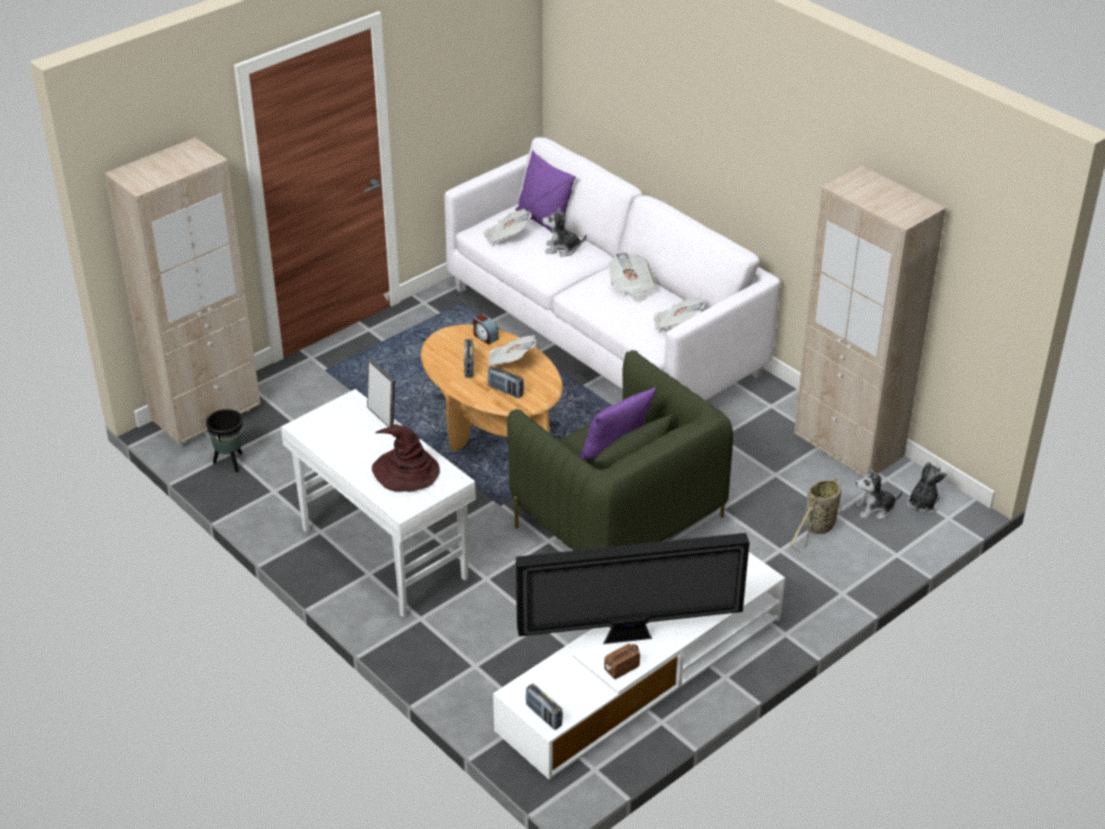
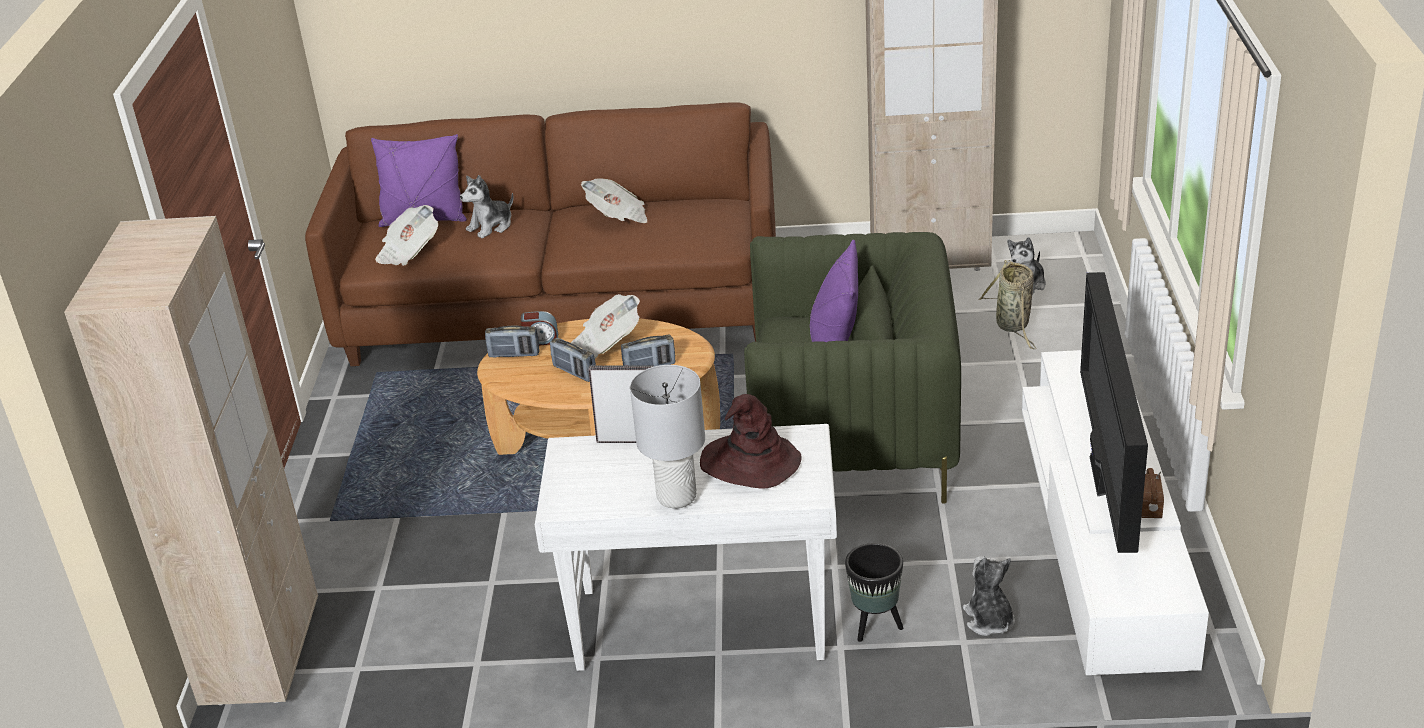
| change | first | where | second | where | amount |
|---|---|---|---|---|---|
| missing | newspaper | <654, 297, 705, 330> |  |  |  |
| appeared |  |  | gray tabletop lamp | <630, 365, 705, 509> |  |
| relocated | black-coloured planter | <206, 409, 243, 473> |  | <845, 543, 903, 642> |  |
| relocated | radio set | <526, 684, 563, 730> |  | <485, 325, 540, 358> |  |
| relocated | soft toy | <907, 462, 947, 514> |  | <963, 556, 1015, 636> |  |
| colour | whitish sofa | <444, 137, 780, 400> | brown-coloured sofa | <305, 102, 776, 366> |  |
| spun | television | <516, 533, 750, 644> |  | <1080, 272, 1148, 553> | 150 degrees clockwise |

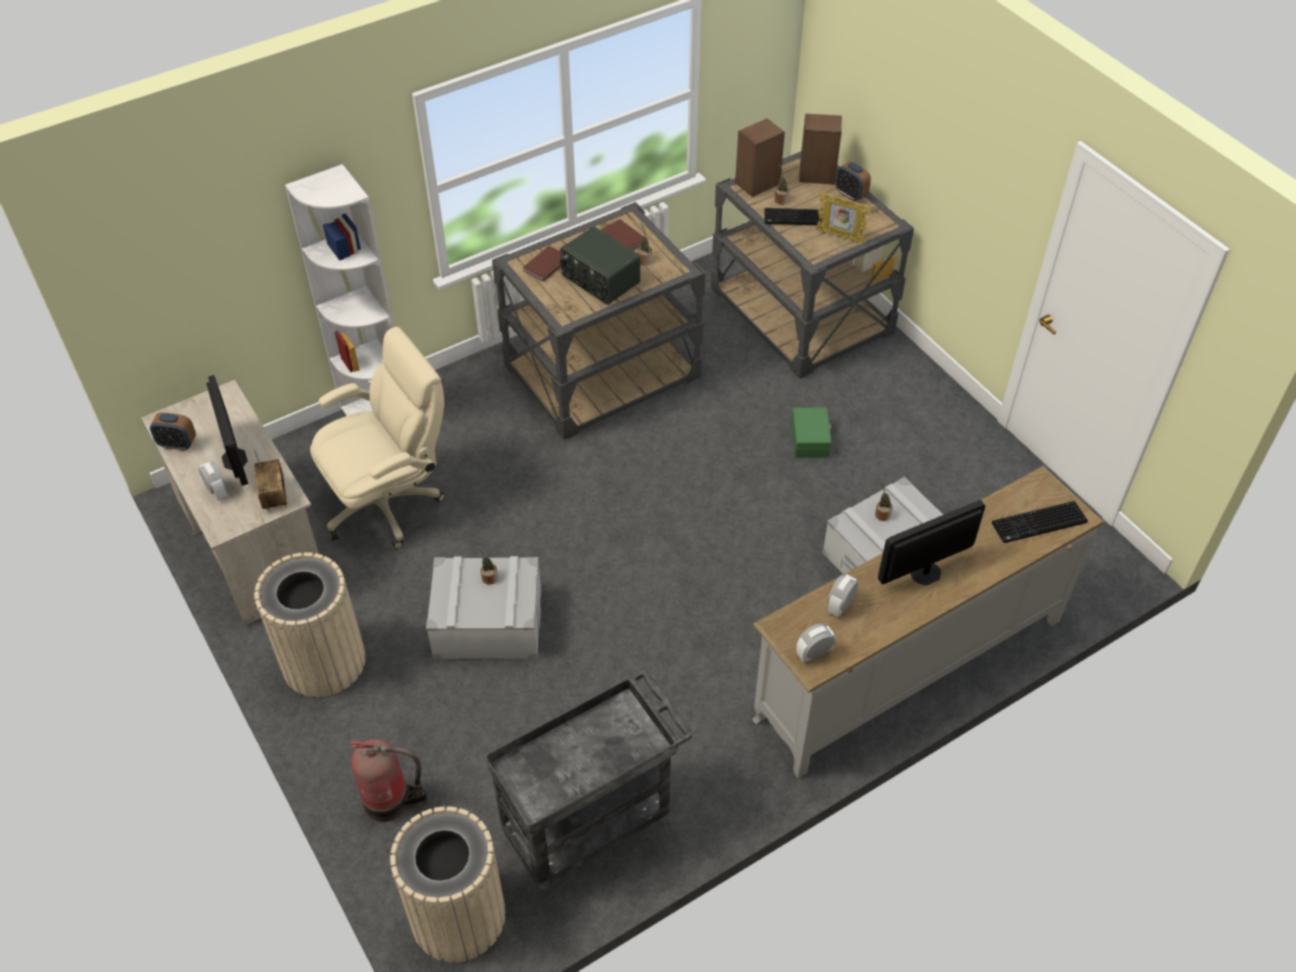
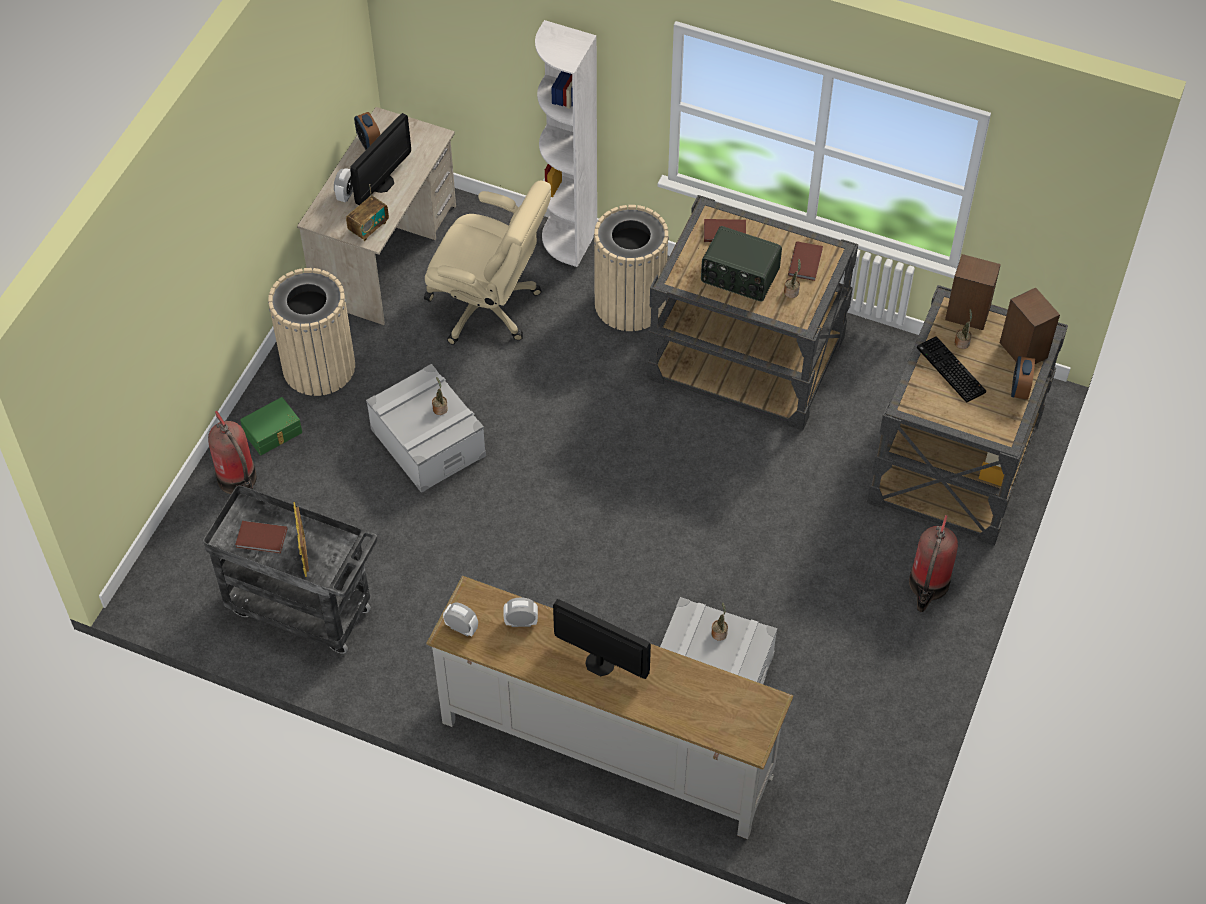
| change | first | where | second | where | amount |
|---|---|---|---|---|---|
| missing | keyboard | <992, 501, 1088, 543> |  |  |  |
| appeared |  |  | brown-coloured bound book | <235, 521, 287, 554> |  |
| appeared |  |  | extinguisher | <909, 515, 958, 612> |  |
| relocated | sand-coloured trash can | <390, 806, 506, 962> |  | <593, 205, 669, 331> |  |
| relocated | green-coloured storage box | <791, 407, 832, 458> |  | <240, 397, 302, 455> |  |
| relocated | standing frame | <816, 193, 870, 244> |  | <293, 502, 309, 577> |  |
| spun | radio set | <560, 226, 640, 305> |  | <701, 226, 782, 302> | 75 degrees counterclockwise |

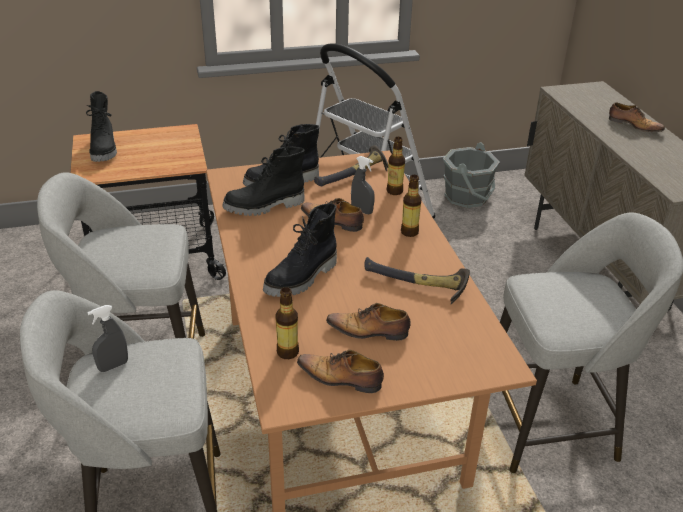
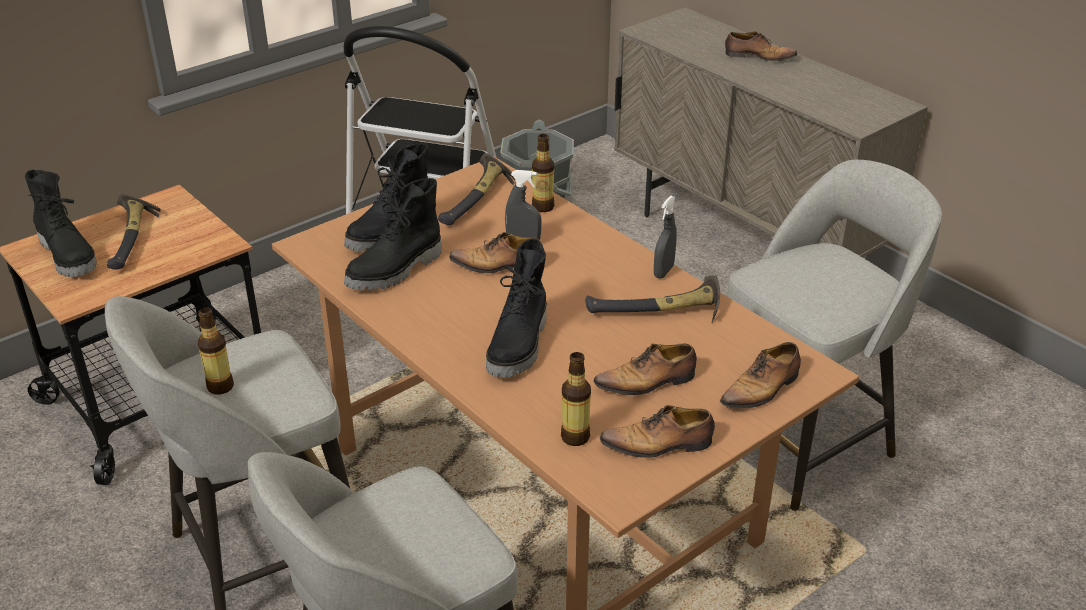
| change | first | where | second | where | amount |
|---|---|---|---|---|---|
| appeared |  |  | tool hammer | <107, 193, 161, 270> |  |
| appeared |  |  | item of footwear | <720, 342, 801, 409> |  |
| relocated | gray hand sprayer | <87, 305, 128, 372> |  | <654, 195, 677, 278> |  |
| relocated | drink bottle | <401, 175, 422, 237> |  | <198, 307, 234, 395> |  |

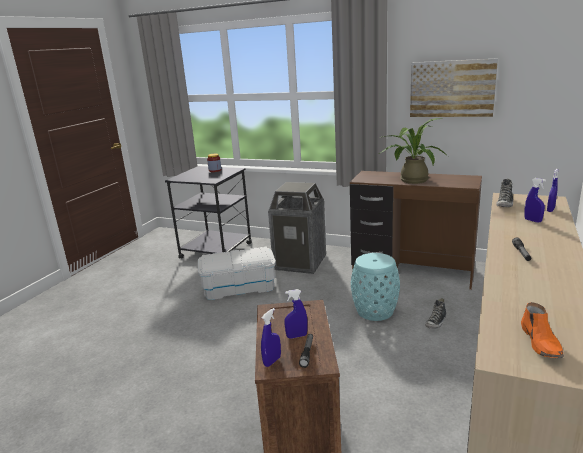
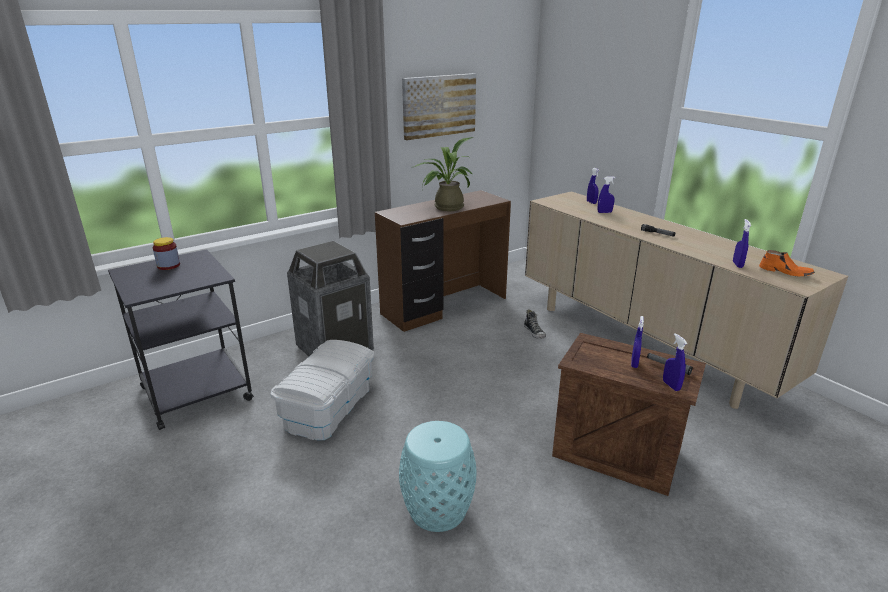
| change | first | where | second | where | amount |
|---|---|---|---|---|---|
| missing | item of footwear | <496, 179, 513, 207> |  |  |  |
| appeared |  |  | blue hand sprayer | <733, 219, 751, 268> |  |
| relocated | turquoise-coloured sitting stool | <351, 253, 400, 321> |  | <399, 421, 476, 532> |  |

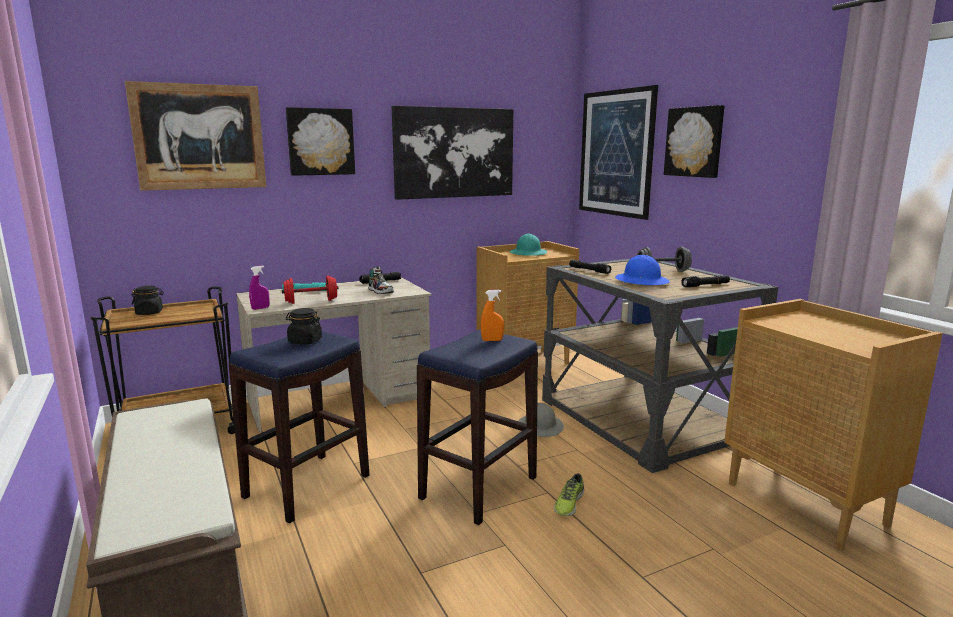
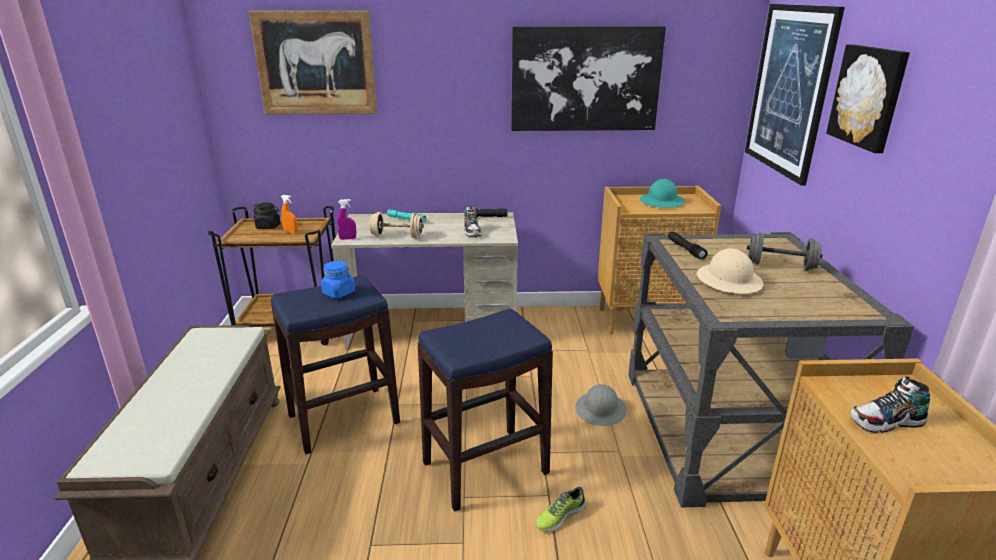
| change | first | where | second | where | amount |
|---|---|---|---|---|---|
| missing | wall art | <286, 107, 355, 176> |  |  |  |
| missing | black-coloured flashlight | <681, 275, 730, 287> |  |  |  |
| appeared |  |  | item of footwear | <851, 376, 930, 433> |  |
| relocated | orange hand sprayer | <481, 290, 504, 341> |  | <281, 195, 298, 234> |  |
| colour | reddish dumbbell | <282, 276, 338, 304> | sand-coloured dumbbell | <370, 212, 424, 238> |  |
| colour | black-coloured jar | <286, 308, 322, 344> | blue jar | <321, 261, 355, 298> |  |
| colour | blue safety helmet | <615, 255, 670, 285> | sand-coloured safety helmet | <697, 248, 764, 294> |  |

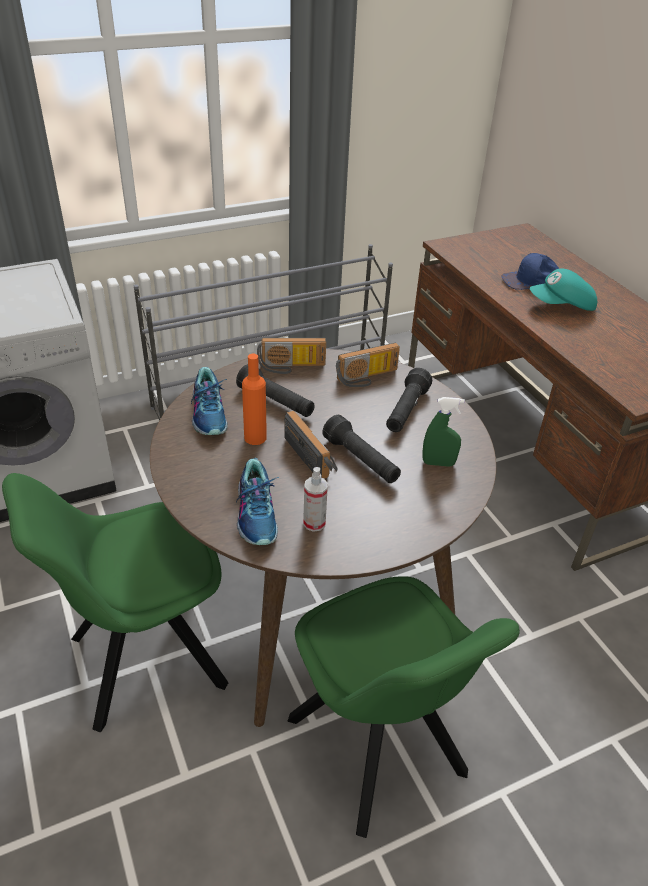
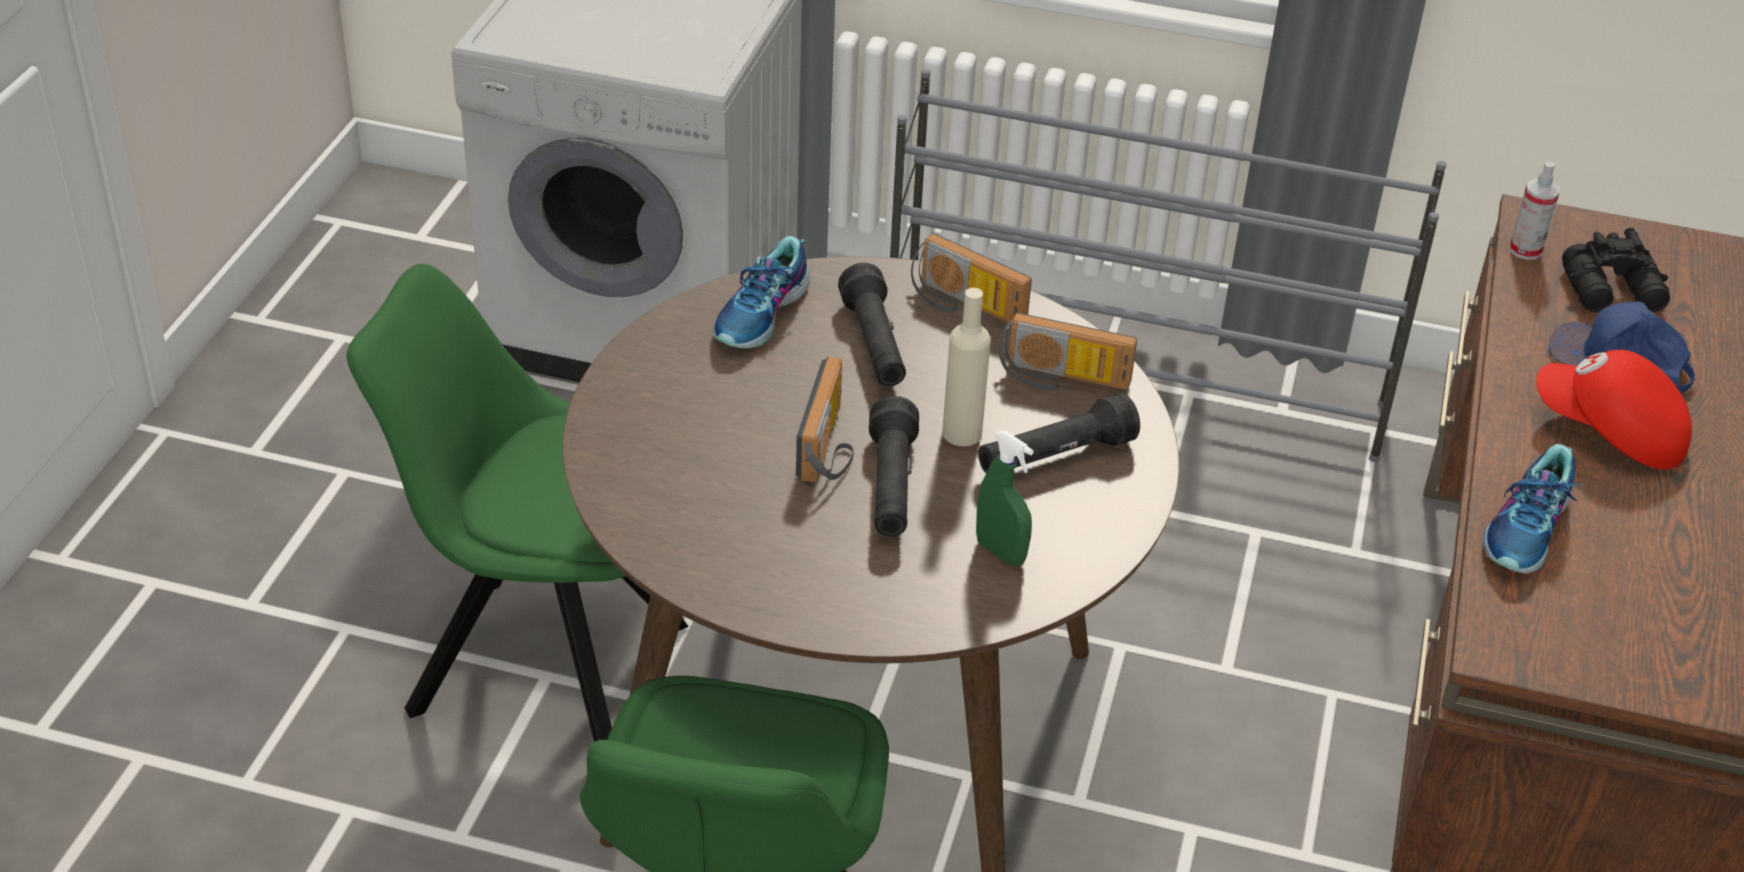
| change | first | where | second | where | amount |
|---|---|---|---|---|---|
| missing | orange drink bottle | <242, 354, 267, 445> |  |  |  |
| appeared |  |  | sand-coloured drink bottle | <942, 288, 991, 446> |  |
| appeared |  |  | black-coloured pair of binoculars | <1562, 227, 1670, 312> |  |
| relocated | item of footwear | <236, 458, 279, 545> |  | <1483, 444, 1585, 573> |  |
| relocated | hand sprayer | <303, 467, 328, 532> |  | <1510, 161, 1560, 260> |  |
| colour | turquoise-coloured cap | <530, 269, 597, 311> | reddish cap | <1536, 350, 1692, 469> |  |

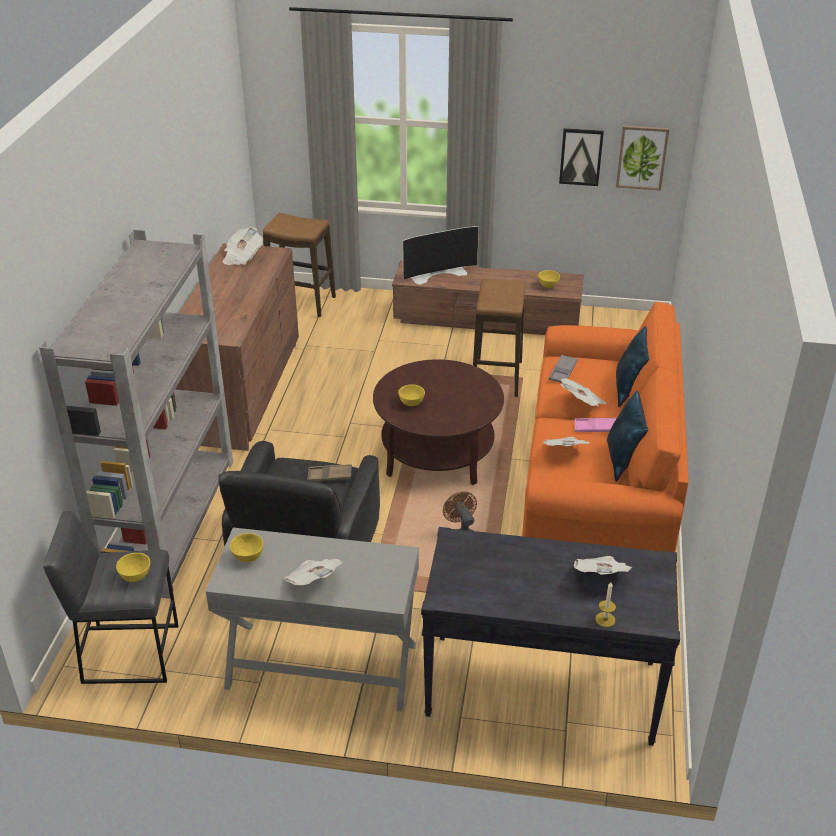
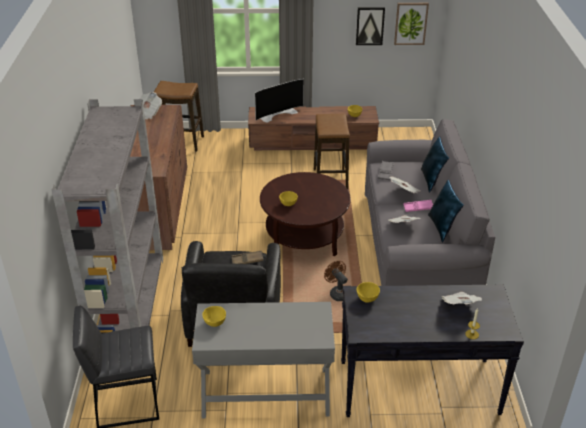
| change | first | where | second | where | amount |
|---|---|---|---|---|---|
| missing | newspaper | <284, 559, 343, 585> |  |  |  |
| relocated | yellow deep dish | <116, 553, 150, 582> |  | <356, 282, 380, 303> |  |
| colour | orange sofa | <522, 302, 689, 552> | gray sofa | <365, 119, 495, 286> |  |

